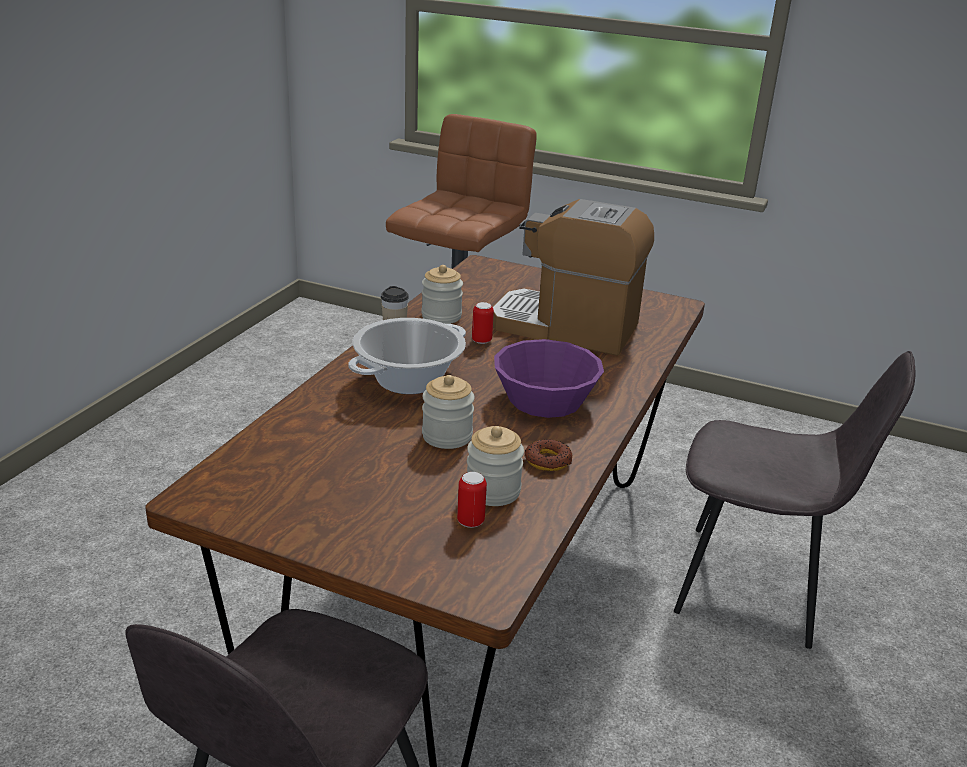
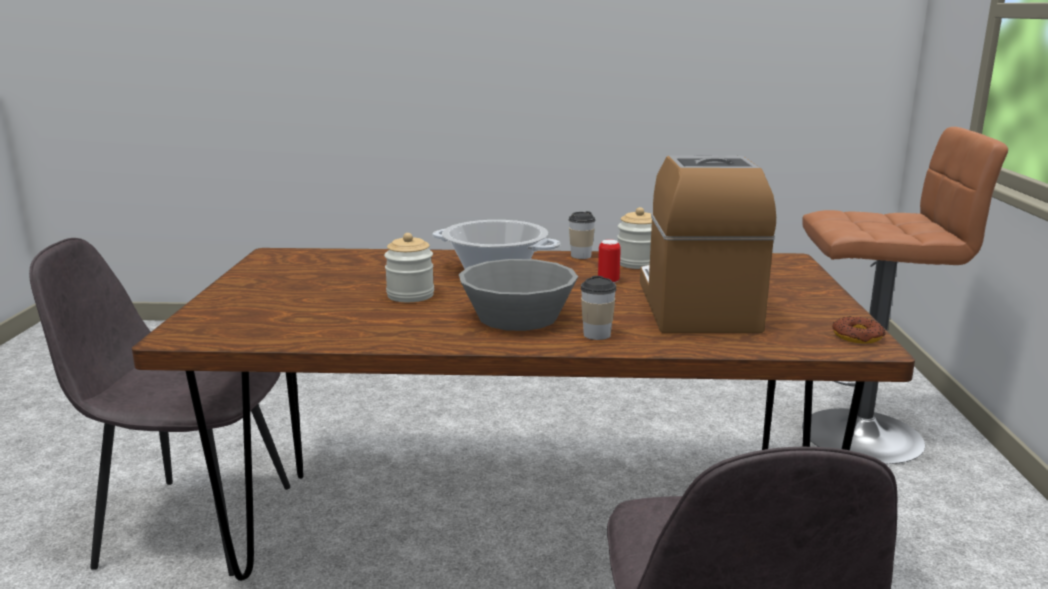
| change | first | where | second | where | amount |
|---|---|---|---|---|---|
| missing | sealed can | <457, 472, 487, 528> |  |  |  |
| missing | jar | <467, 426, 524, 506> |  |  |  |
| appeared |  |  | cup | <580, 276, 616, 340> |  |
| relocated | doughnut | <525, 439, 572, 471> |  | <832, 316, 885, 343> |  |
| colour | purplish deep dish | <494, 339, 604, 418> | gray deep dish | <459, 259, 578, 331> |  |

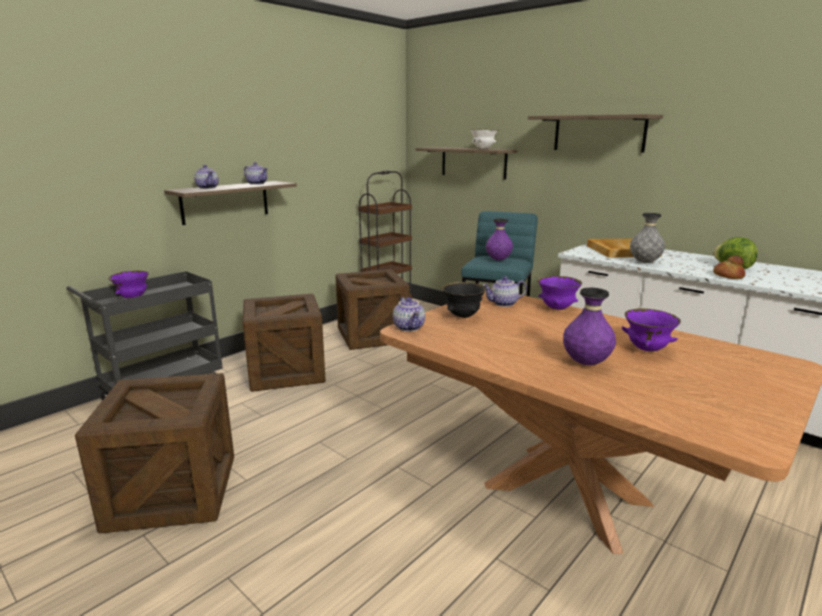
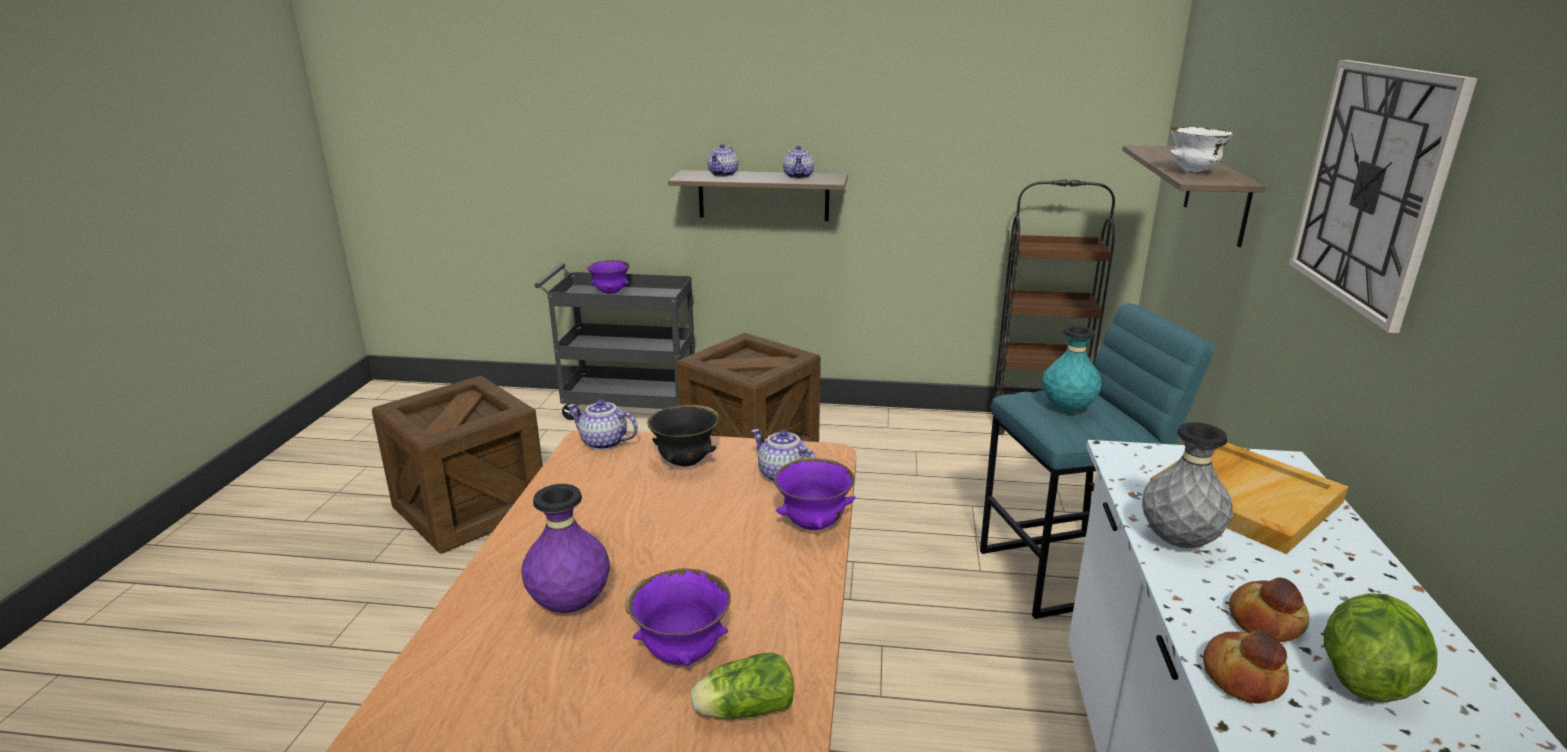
| change | first | where | second | where | amount |
|---|---|---|---|---|---|
| missing | crate | <335, 269, 410, 350> |  |  |  |
| appeared |  |  | lettuce | <690, 653, 794, 719> |  |
| appeared |  |  | bakery bread | <1229, 577, 1309, 642> |  |
| exchanged | bracket shelf | <528, 114, 663, 153> | wall clock | <1289, 60, 1478, 333> |  |
| colour | purplish vase | <486, 218, 513, 261> | turquoise-coloured vase | <1043, 326, 1102, 412> |  |
| spun | teapot | <393, 297, 425, 331> |  | <567, 400, 638, 450> | 75 degrees clockwise |

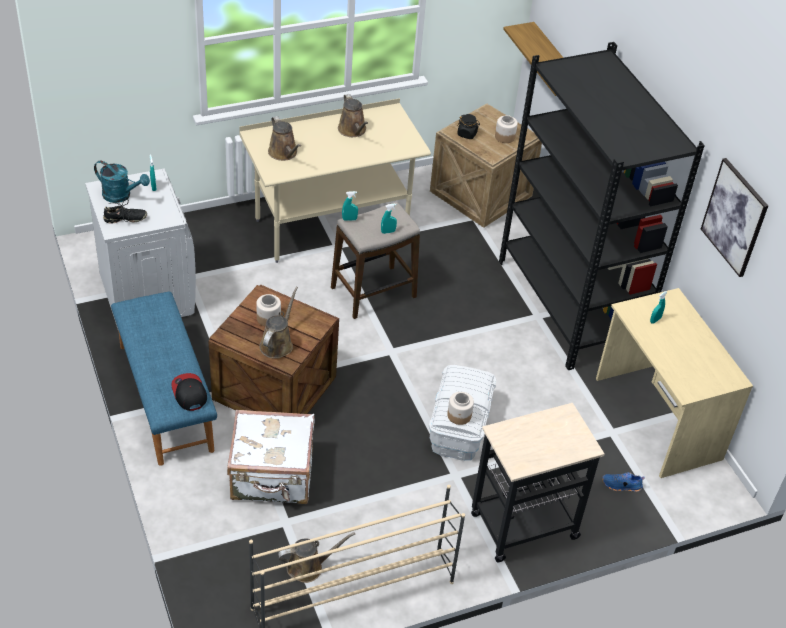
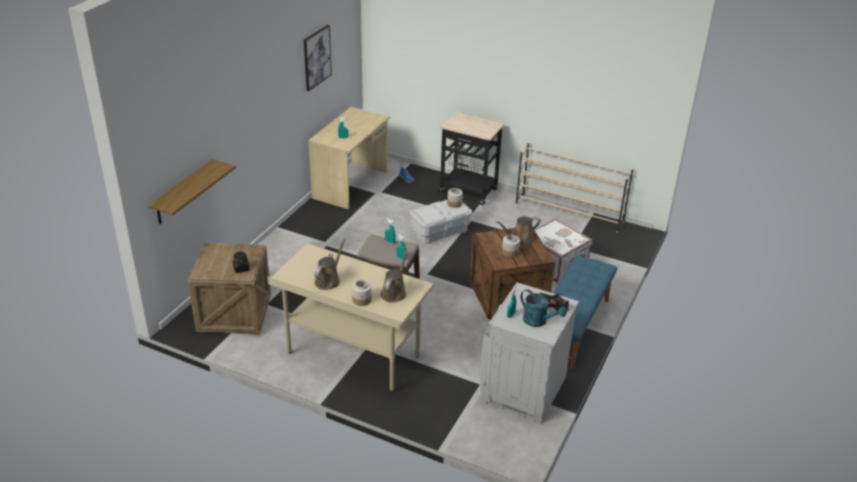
| change | first | where | second | where | amount |
|---|---|---|---|---|---|
| missing | cap | <171, 373, 207, 411> |  |  |  |
| missing | brown-coloured watering pot | <278, 532, 355, 583> |  |  |  |
| missing | black-coloured bookcase | <499, 42, 705, 370> |  |  |  |
| relocated | jar | <495, 115, 518, 143> |  | <352, 280, 372, 306> |  |
| spun | turquoise-coloured watering pot | <94, 160, 150, 203> |  | <521, 289, 567, 327> | 150 degrees clockwise |

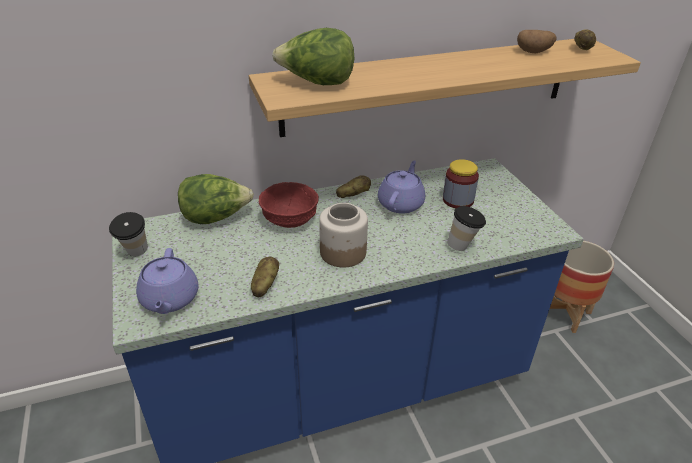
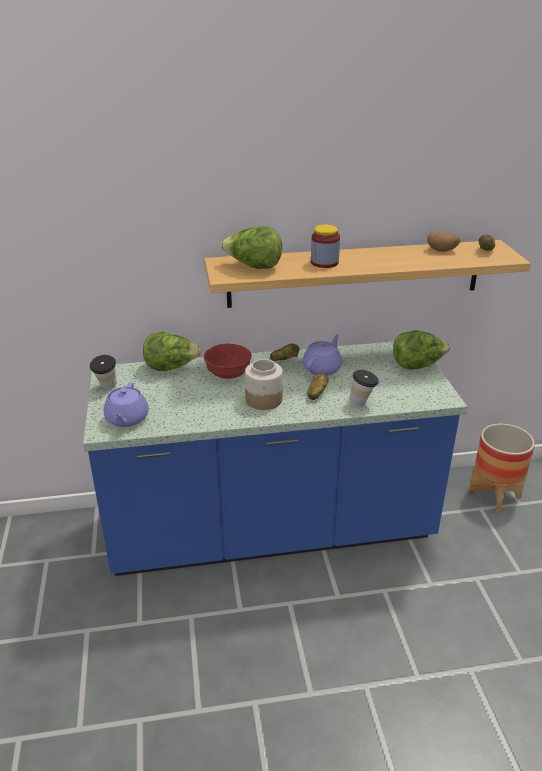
| change | first | where | second | where | amount |
|---|---|---|---|---|---|
| appeared |  |  | lettuce | <393, 330, 450, 370> |  |
| relocated | whole potato | <251, 257, 279, 297> |  | <307, 373, 329, 400> |  |
| relocated | jar | <443, 159, 479, 208> |  | <311, 225, 340, 268> |  |

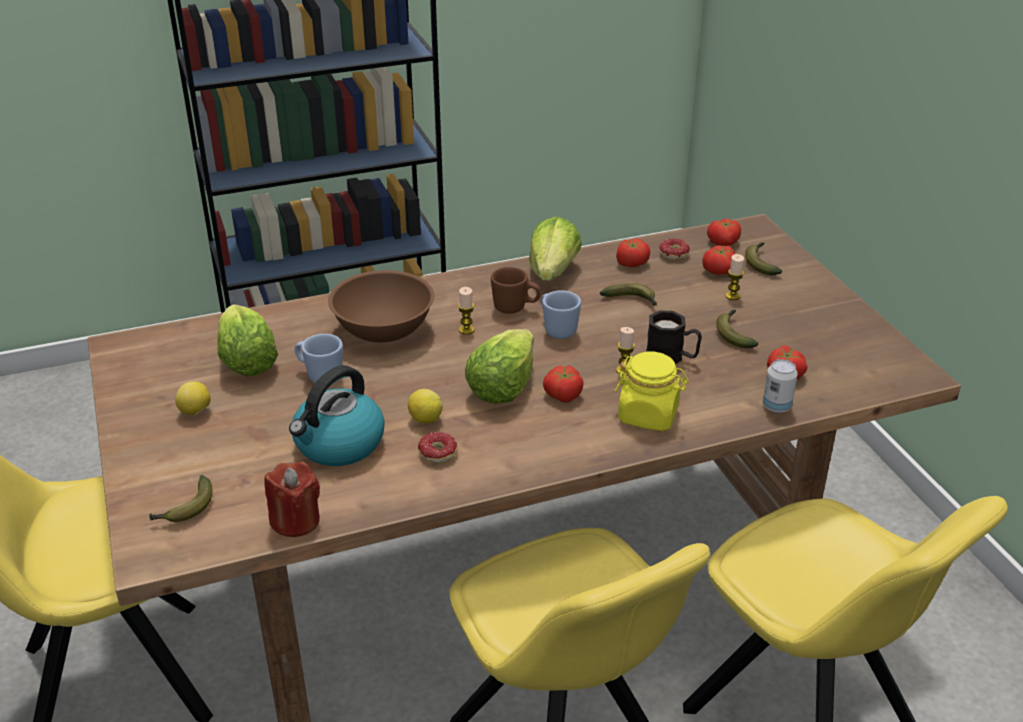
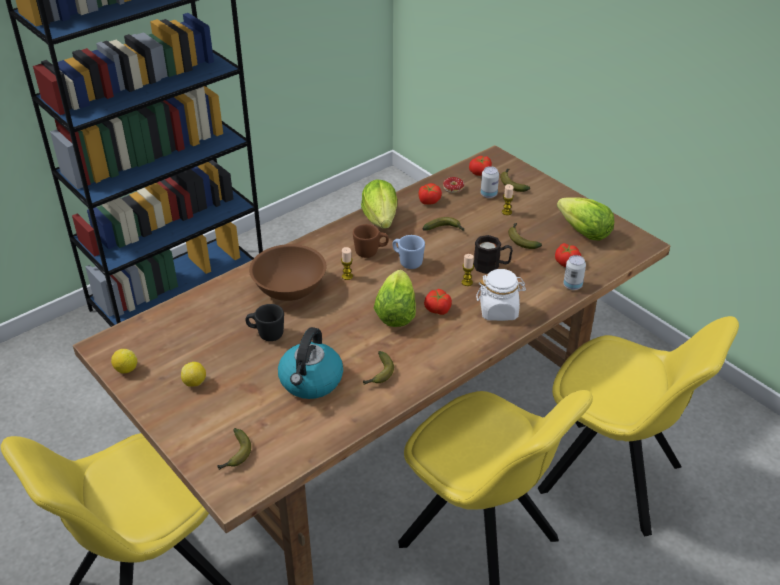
| change | first | where | second | where | amount |
|---|---|---|---|---|---|
| missing | reddish candle | <264, 461, 320, 537> |  |  |  |
| relocated | lettuce | <218, 304, 278, 377> |  | <557, 197, 614, 241> |  |
| relocated | lemon | <408, 389, 443, 423> |  | <111, 349, 137, 374> |  |
| exchanged | doughnut | <418, 432, 457, 463> | banana | <363, 351, 394, 385> |  |
| exchanged | fresh tomato | <702, 245, 735, 275> | sealed can | <481, 166, 499, 198> |  |
| colour | blue tea mug | <295, 334, 343, 383> | black-coloured tea mug | <246, 304, 284, 341> |  |
| colour | yellow jar | <615, 352, 689, 431> | whitish jar | <476, 269, 526, 321> |  |

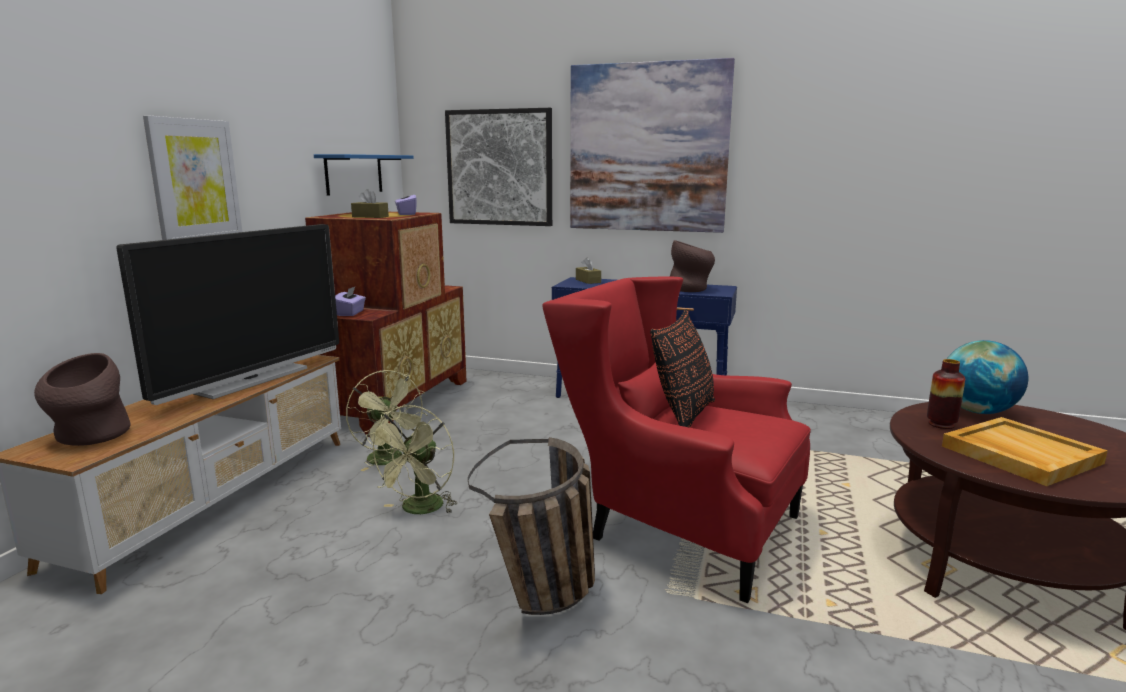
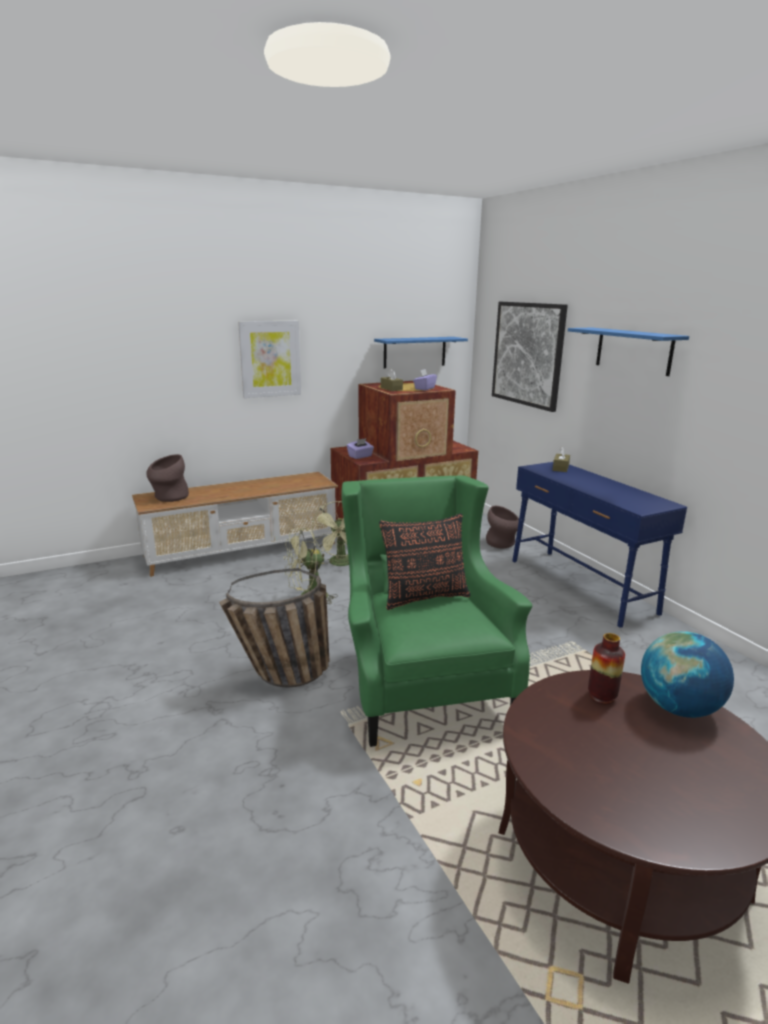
| change | first | where | second | where | amount |
|---|---|---|---|---|---|
| missing | television | <116, 224, 339, 405> |  |  |  |
| missing | sand-coloured carrying tray | <942, 417, 1108, 486> |  |  |  |
| relocated | brown-coloured vase | <670, 240, 715, 292> |  | <486, 506, 519, 548> |  |
| exchanged | wall art | <570, 58, 735, 233> | blue bracket shelf | <568, 328, 689, 376> |  |
| colour | reddish armchair | <542, 277, 811, 603> | green-coloured armchair | <341, 475, 532, 747> |  |

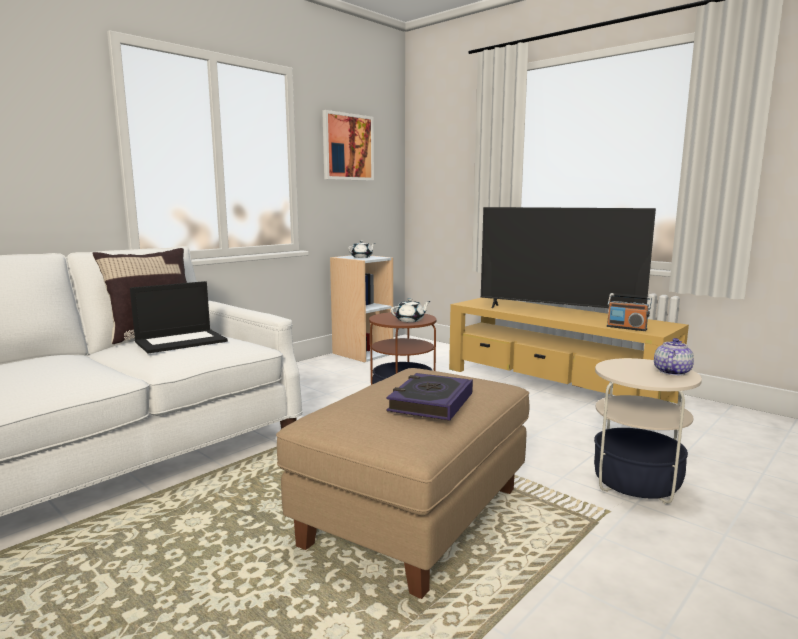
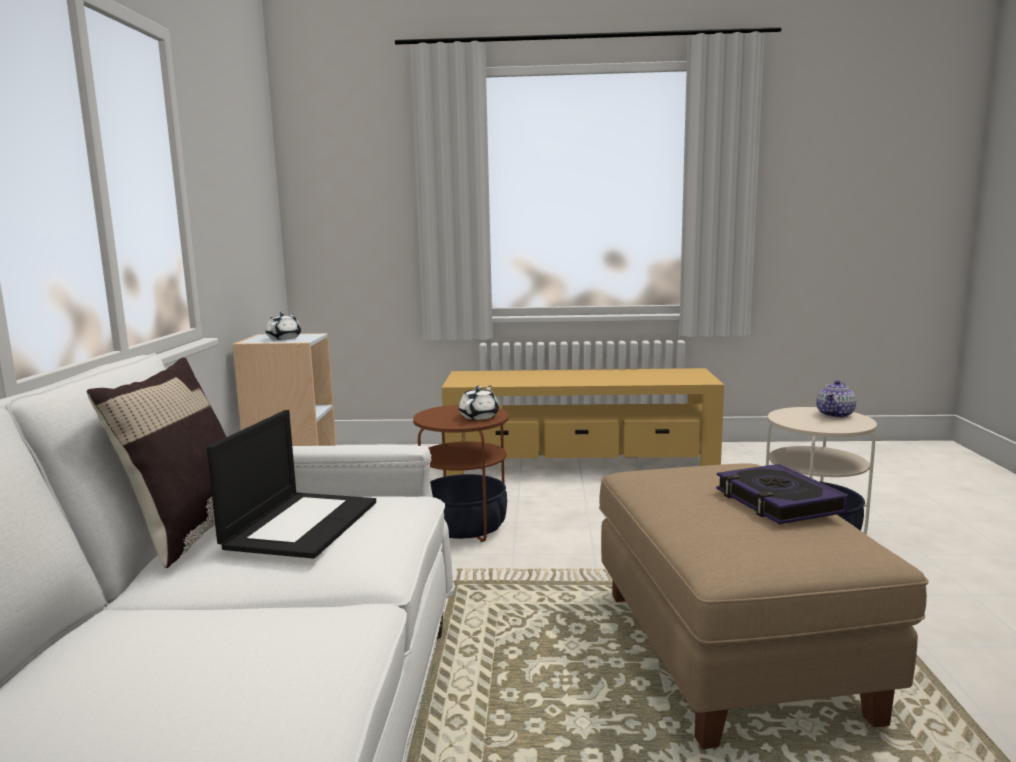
| change | first | where | second | where | amount |
|---|---|---|---|---|---|
| missing | wall art | <322, 110, 374, 181> |  |  |  |
| missing | television | <481, 207, 656, 308> |  |  |  |
| missing | radio set | <607, 293, 652, 331> |  |  |  |
| spun | teapot | <654, 338, 694, 376> |  | <816, 380, 856, 418> | 135 degrees counterclockwise |

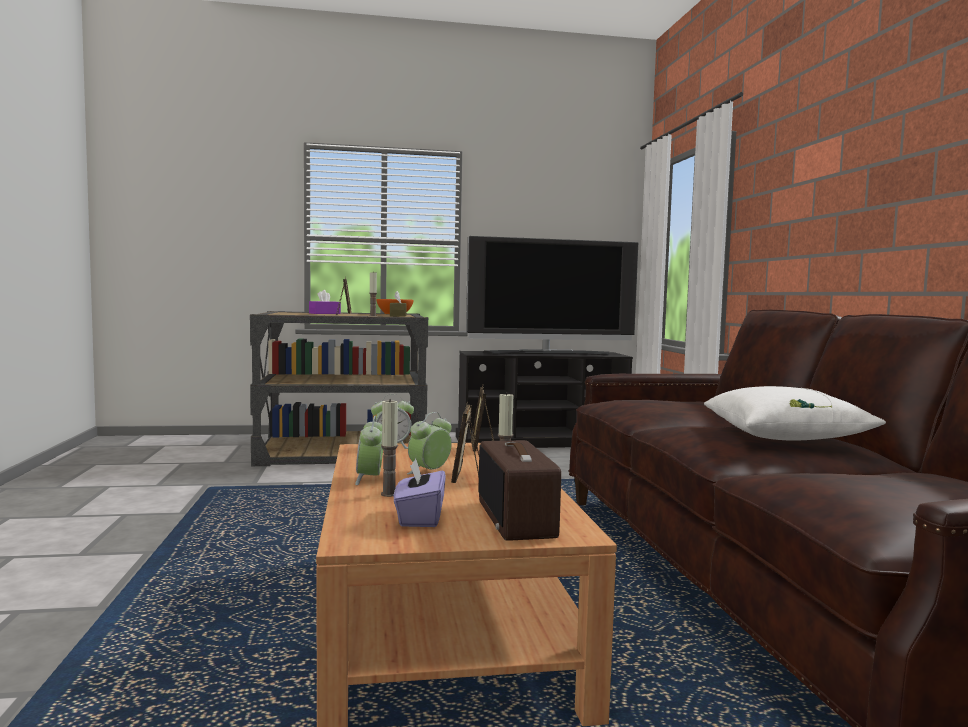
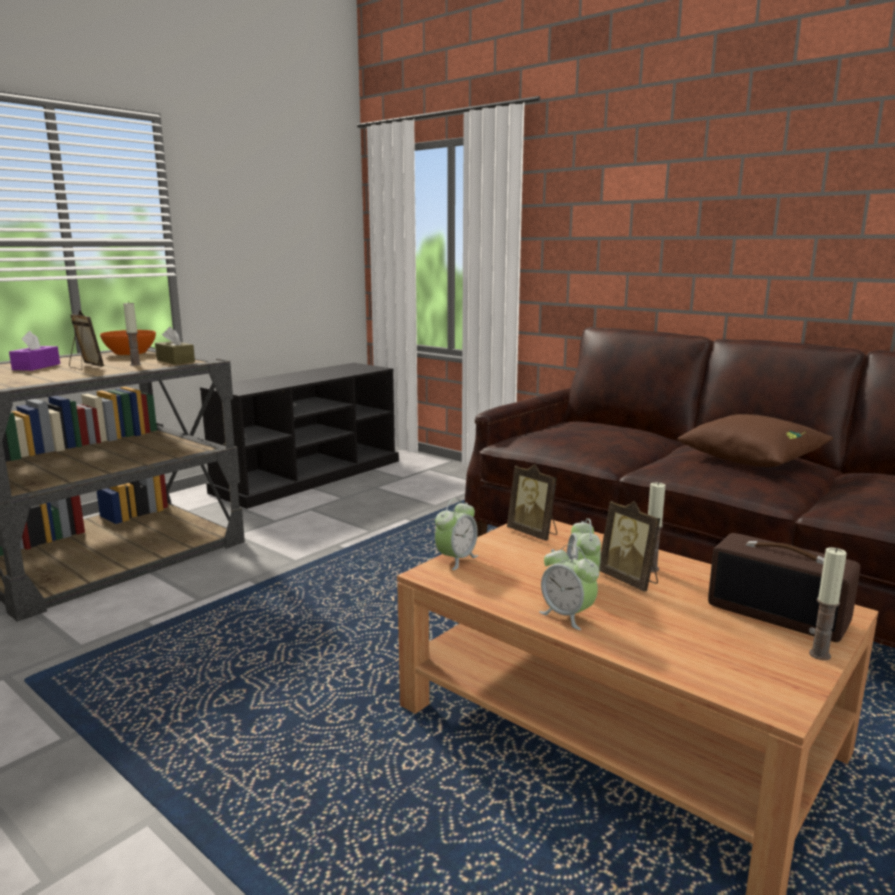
| change | first | where | second | where | amount |
|---|---|---|---|---|---|
| missing | purplish tissue holder | <394, 458, 446, 527> |  |  |  |
| missing | television | <466, 236, 638, 355> |  |  |  |
| relocated | candle | <381, 399, 398, 497> |  | <809, 548, 847, 660> |  |
| colour | whitish cushion | <704, 386, 886, 440> | brown-coloured cushion | <677, 414, 833, 467> |  |

